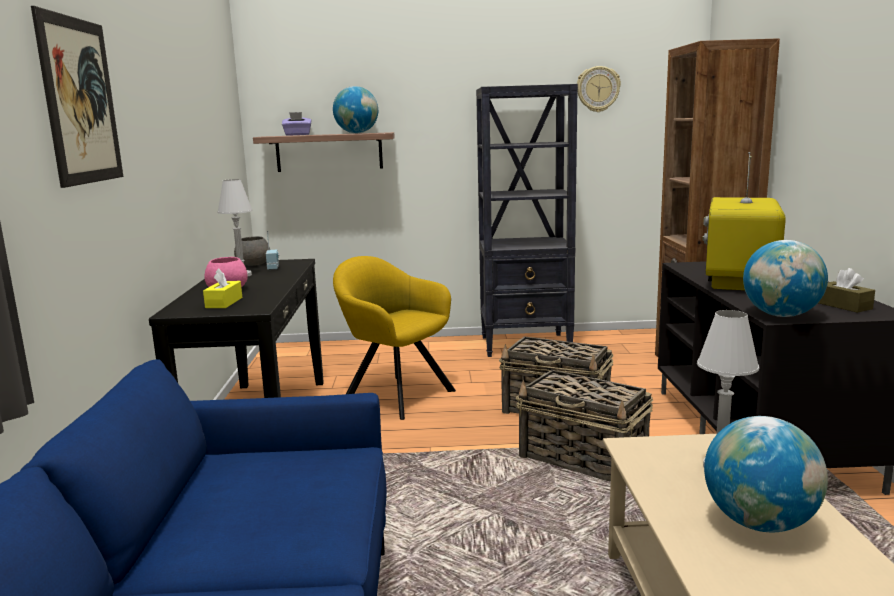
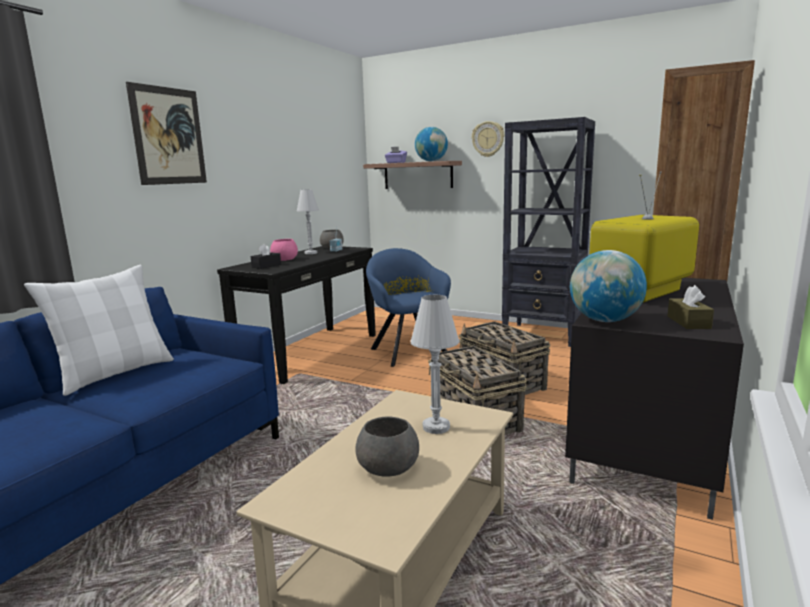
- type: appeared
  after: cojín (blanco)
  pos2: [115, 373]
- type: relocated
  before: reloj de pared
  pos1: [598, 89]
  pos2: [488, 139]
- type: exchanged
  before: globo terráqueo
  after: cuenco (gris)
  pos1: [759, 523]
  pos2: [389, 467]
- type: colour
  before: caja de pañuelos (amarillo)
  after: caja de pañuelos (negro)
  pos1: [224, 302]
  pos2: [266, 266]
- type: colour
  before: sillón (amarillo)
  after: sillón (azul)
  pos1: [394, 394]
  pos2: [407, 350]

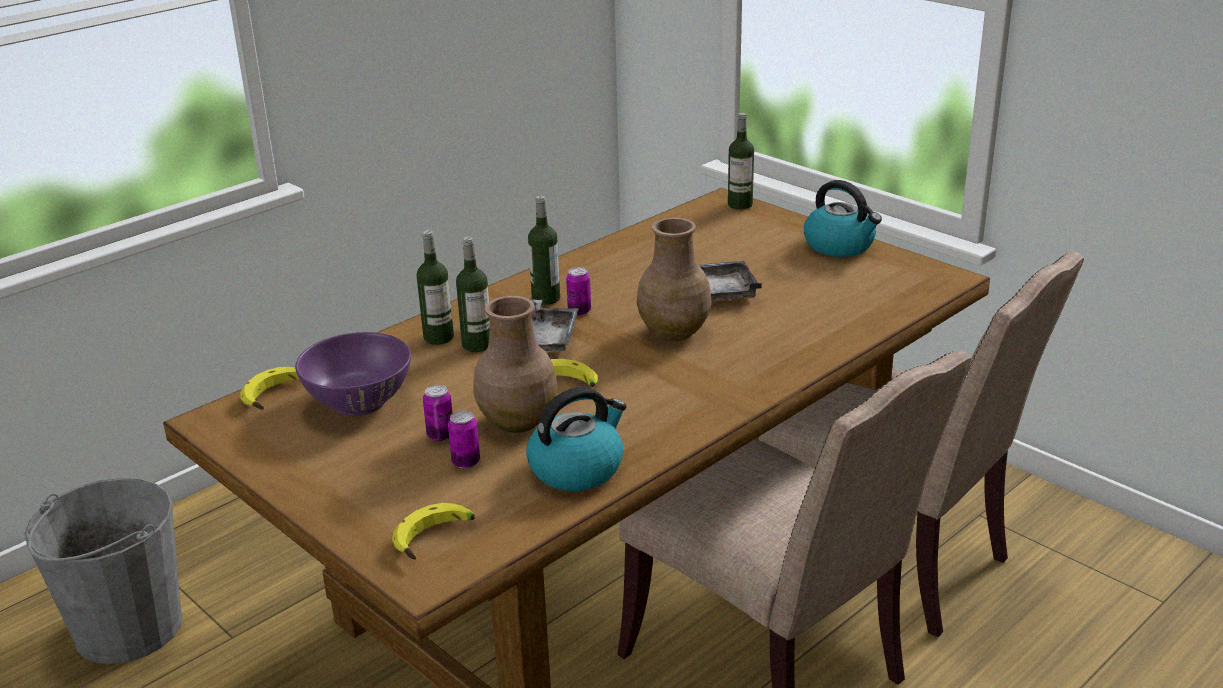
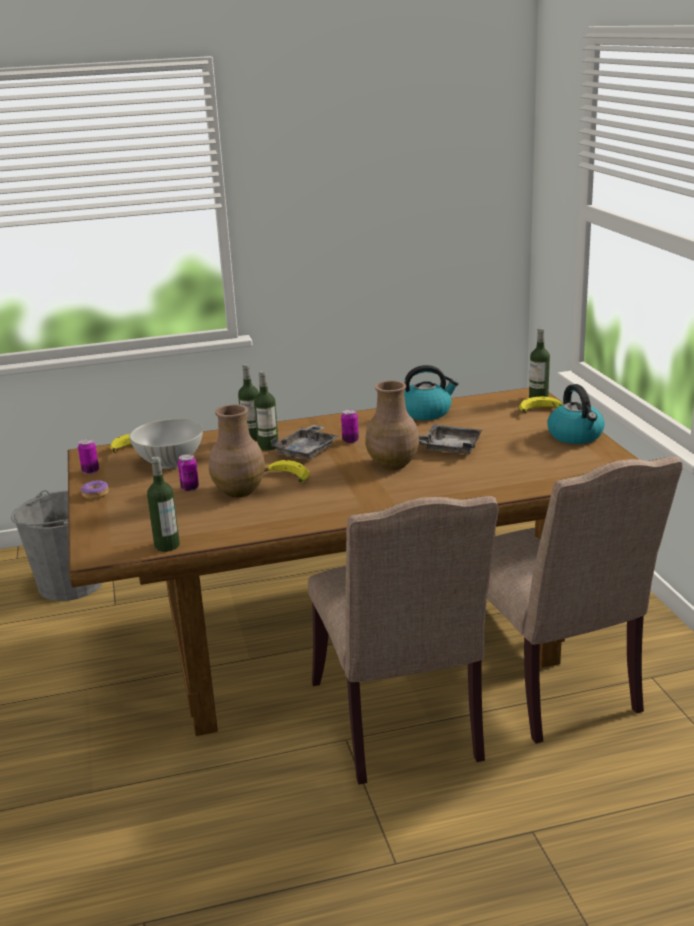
- type: appeared
  after: rosquilla
  pos2: [95, 494]
- type: relocated
  before: plátano
  pos1: [436, 539]
  pos2: [540, 412]
- type: relocated
  before: lata
  pos1: [466, 462]
  pos2: [90, 471]
- type: relocated
  before: hervidor
  pos1: [577, 468]
  pos2: [426, 412]
- type: relocated
  before: botella
  pos1: [546, 298]
  pos2: [167, 546]
- type: colour
  before: cuenco (morado)
  after: cuenco (blanco)
  pos1: [359, 402]
  pos2: [170, 462]

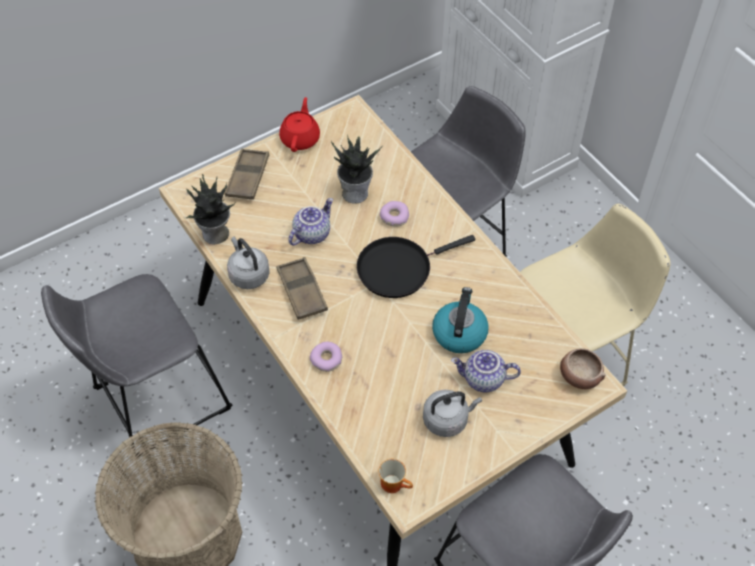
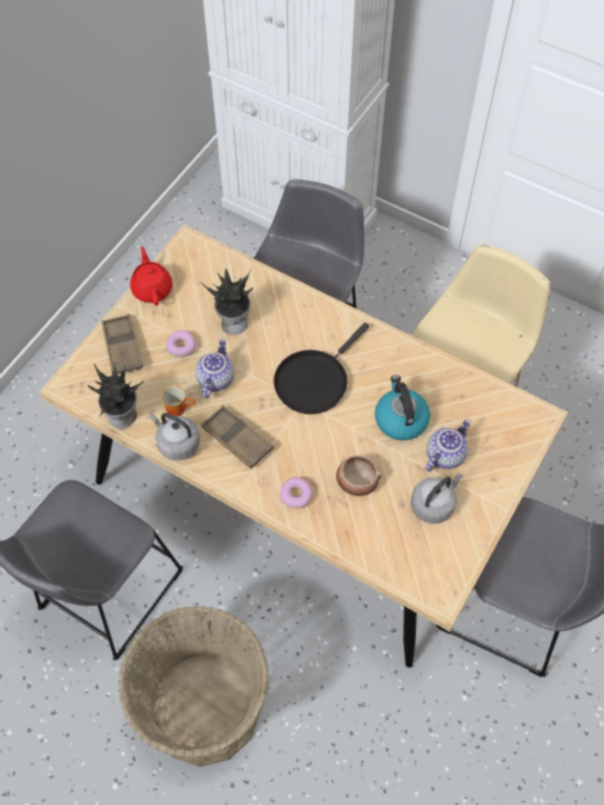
- type: relocated
  before: taza grande
  pos1: [394, 483]
  pos2: [178, 407]
- type: relocated
  before: rosquilla
  pos1: [394, 217]
  pos2: [181, 347]
- type: relocated
  before: cuenco
  pos1: [579, 376]
  pos2: [356, 482]
- type: spun
  before: tetera
  pos1: [483, 380]
  pos2: [444, 454]
  turn: 150

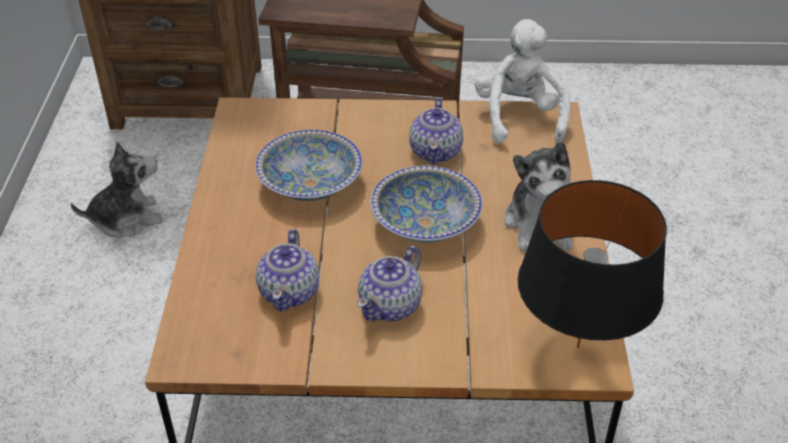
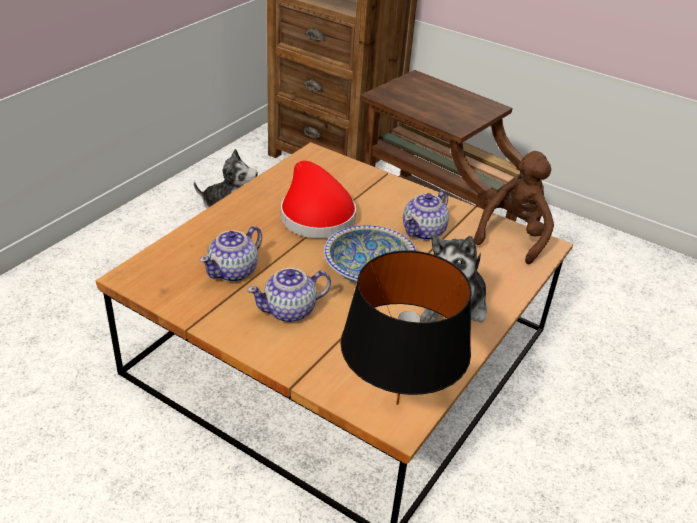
- type: exchanged
  before: cuenco
  after: sombrero (rojo)
  pos1: [310, 184]
  pos2: [315, 215]
- type: colour
  before: peluche (blanco)
  after: peluche (marrón)
  pos1: [519, 117]
  pos2: [513, 235]

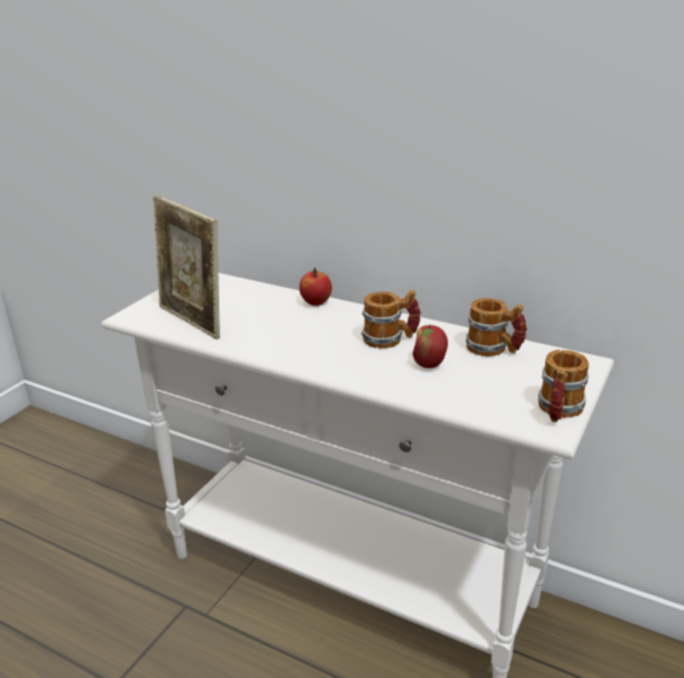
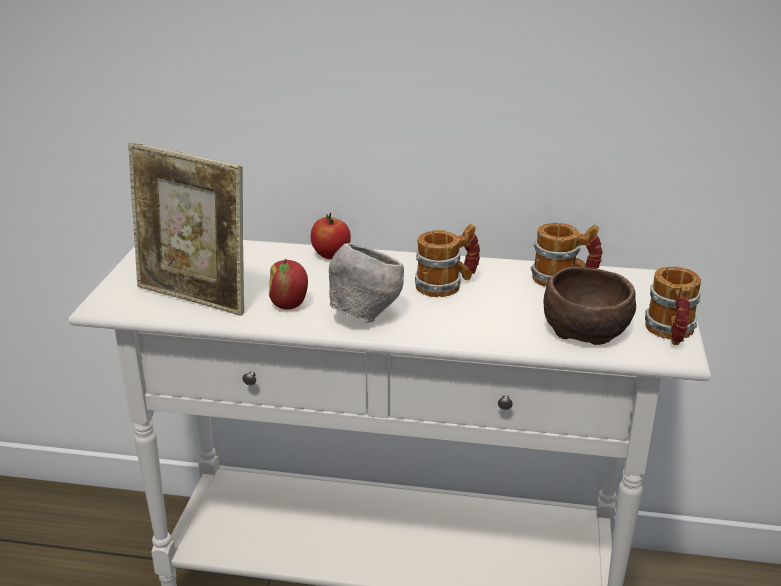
- type: appeared
  after: cuenco (gris)
  pos2: [364, 316]
- type: appeared
  after: cuenco (marrón)
  pos2: [588, 328]
- type: relocated
  before: manzana
  pos1: [429, 364]
  pos2: [289, 305]

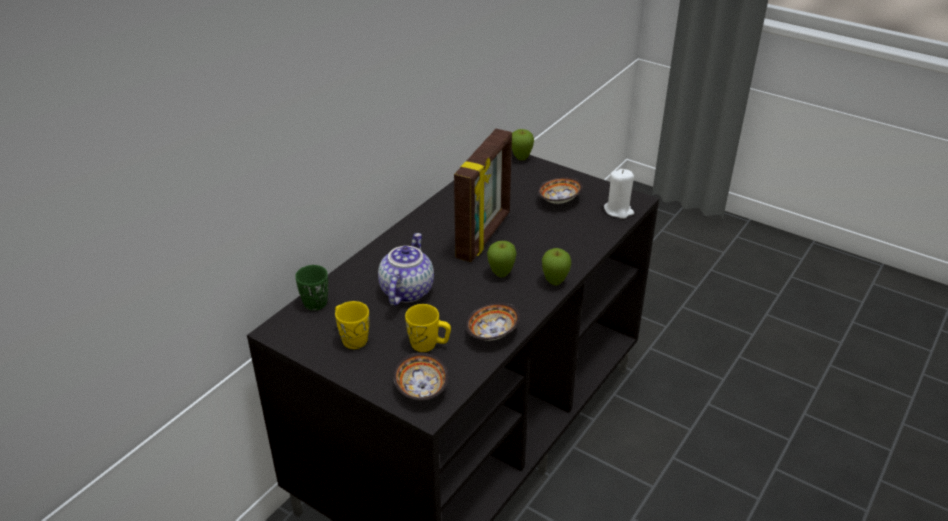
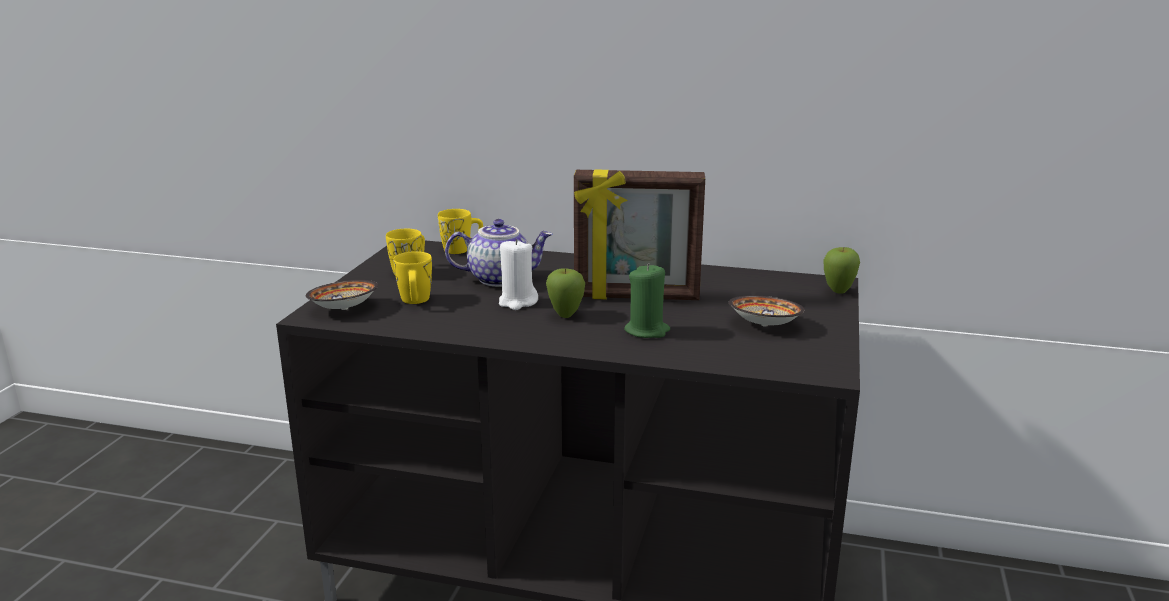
- type: missing
  before: cuenco
  pos1: [492, 333]
- type: missing
  before: manzana
  pos1: [554, 282]
- type: appeared
  after: vela (verde)
  pos2: [647, 331]
- type: relocated
  before: vela (blanco)
  pos1: [618, 211]
  pos2: [517, 302]
- type: colour
  before: taza grande (verde)
  after: taza grande (amarillo)
  pos1: [317, 300]
  pos2: [462, 250]

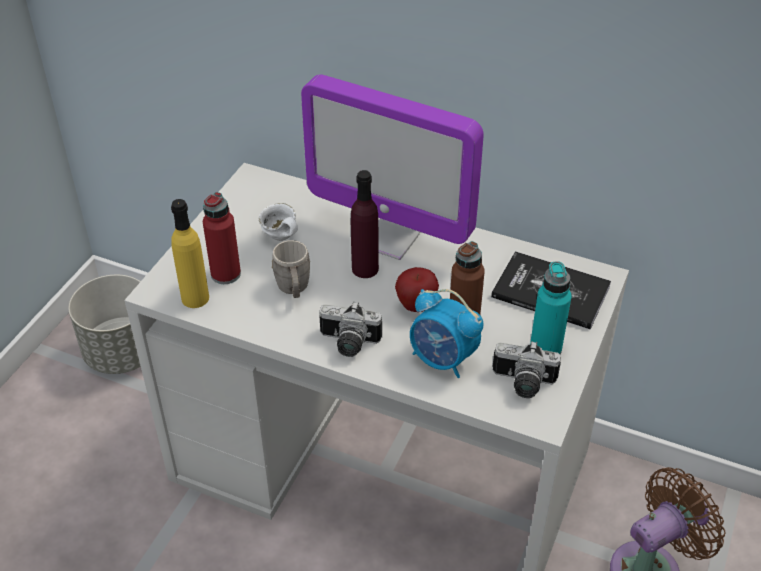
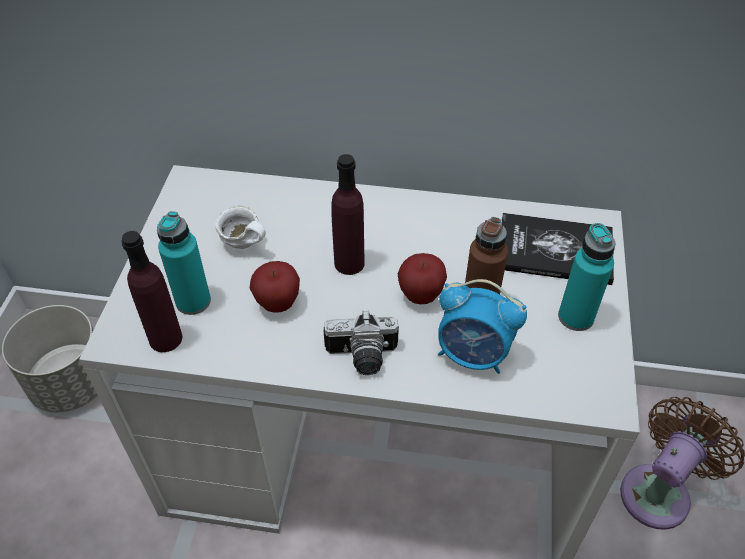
- type: missing
  before: monitor
  pos1: [391, 238]
- type: missing
  before: cámara
  pos1: [522, 384]
- type: exchanged
  before: taza grande (gris)
  after: manzana
  pos1: [294, 289]
  pos2: [278, 304]
- type: colour
  before: botella (amarillo)
  after: botella (morado)
  pos1: [195, 298]
  pos2: [165, 338]
- type: colour
  before: botella (rojo)
  after: botella (turquesa)
  pos1: [226, 274]
  pos2: [193, 301]

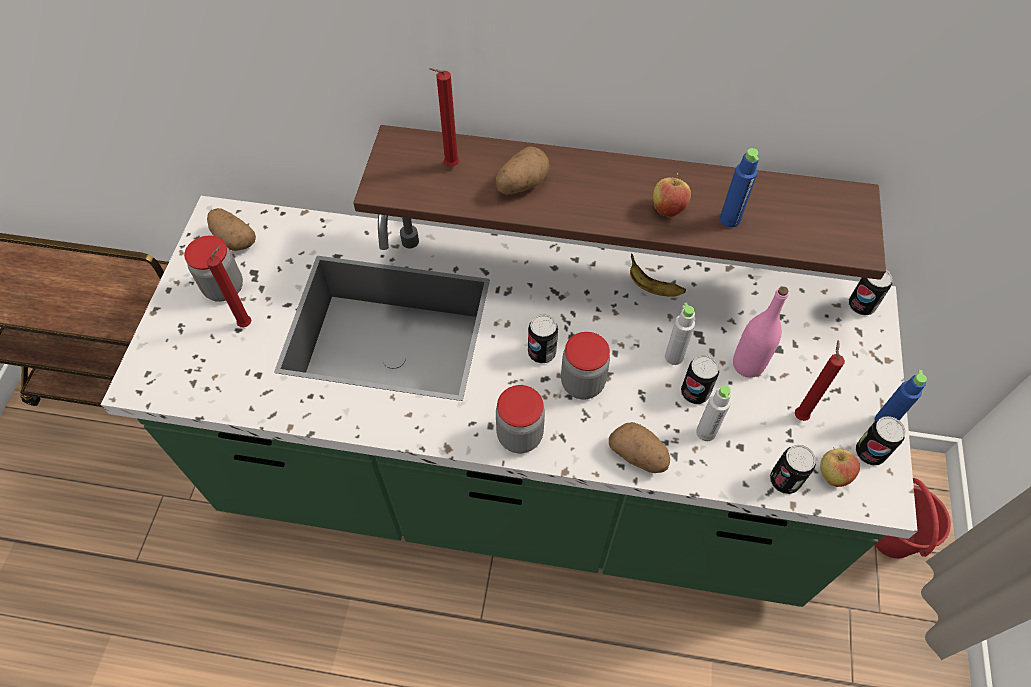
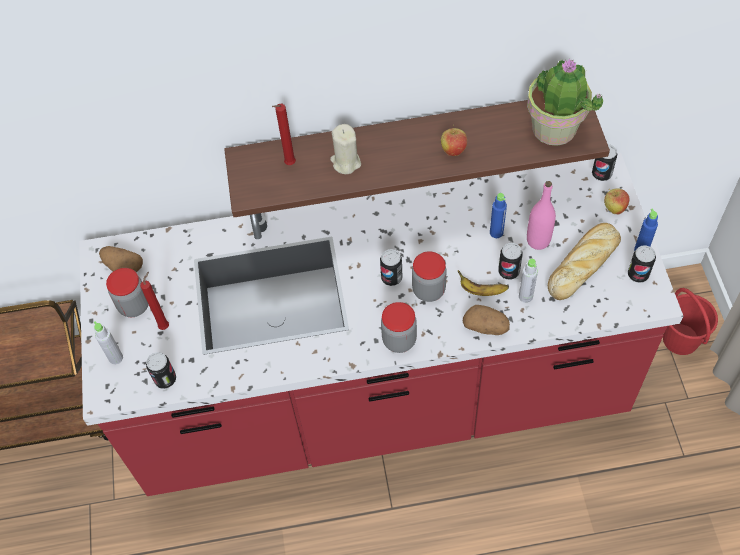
- type: appeared
  after: planta en maceta
  pos2: [554, 129]
- type: relocated
  before: plátano
  pos1: [652, 288]
  pos2: [481, 291]
- type: relocated
  before: botella (gris)
  pos1: [674, 357]
  pos2: [116, 358]
- type: relocated
  before: botella (azul)
  pos1: [729, 219]
  pos2: [496, 232]
- type: relocated
  before: lata
  pos1: [784, 480]
  pos2: [165, 379]
- type: relocated
  before: manzana
  pos1: [832, 475]
  pos2: [614, 208]
- type: exchanged
  before: patata
  after: vela (beis)
  pos1: [521, 184]
  pos2: [346, 162]
- type: exchanged
  before: vela (rojo)
  after: pan
  pos1: [800, 414]
  pos2: [584, 263]
- type: colour
  before: mueble bajo de cocina (verde)
  after: mueble bajo de cocina (rojo)
  pos1: [515, 486]
  pos2: [380, 398]

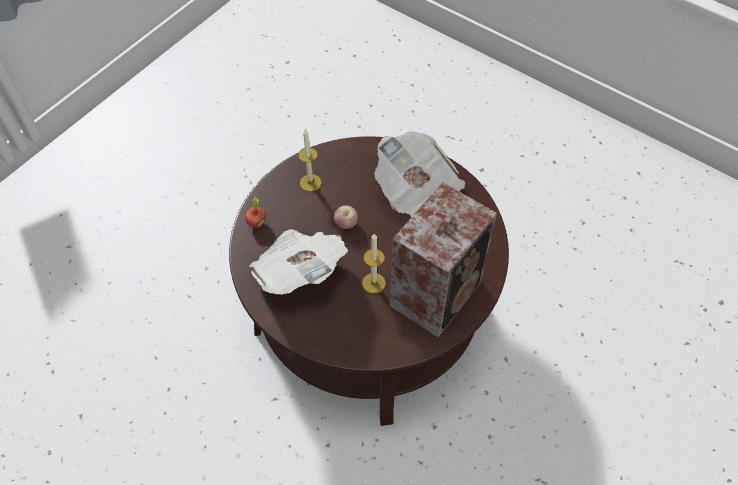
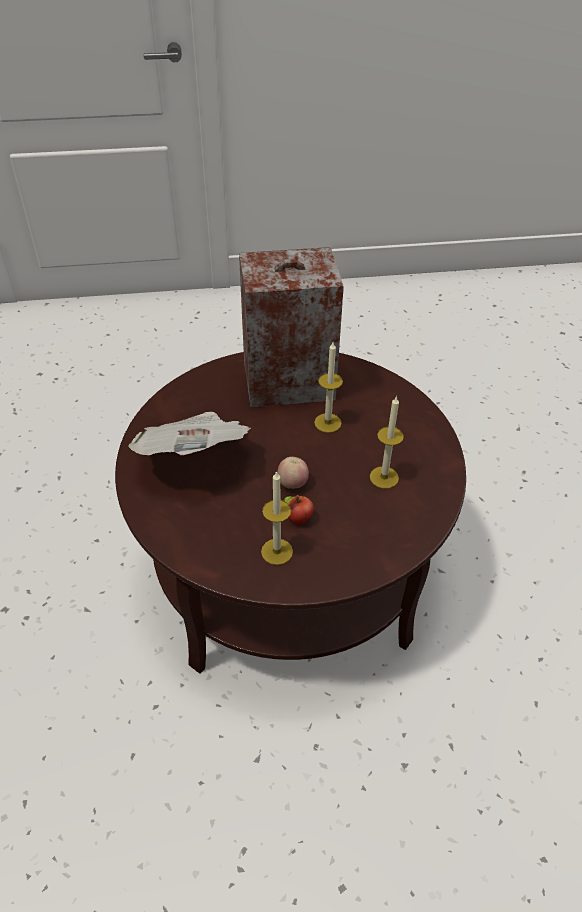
- type: relocated
  before: manzana
  pos1: [256, 223]
  pos2: [297, 520]
- type: exchanged
  before: periódico
  after: vela
  pos1: [299, 271]
  pos2: [384, 477]

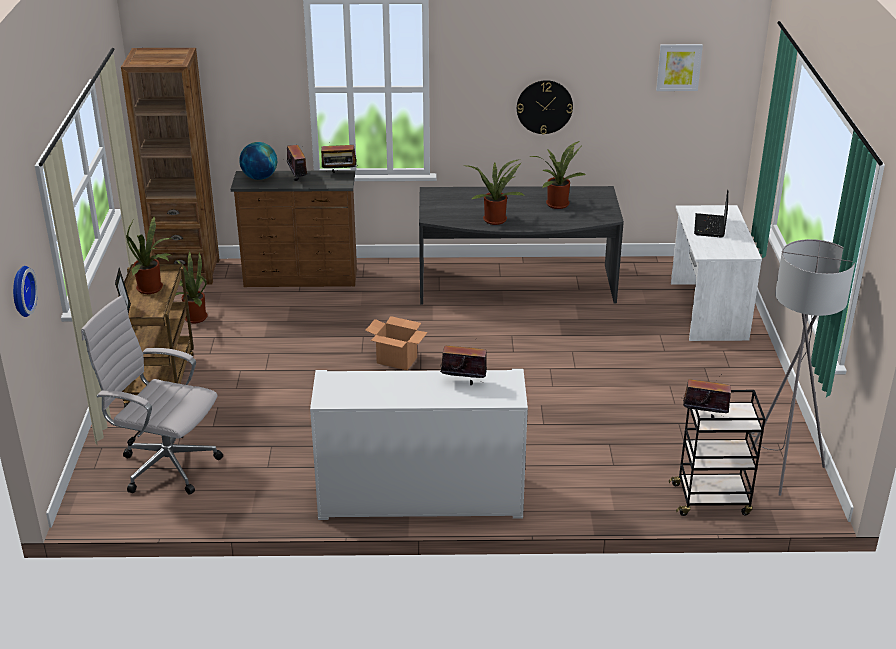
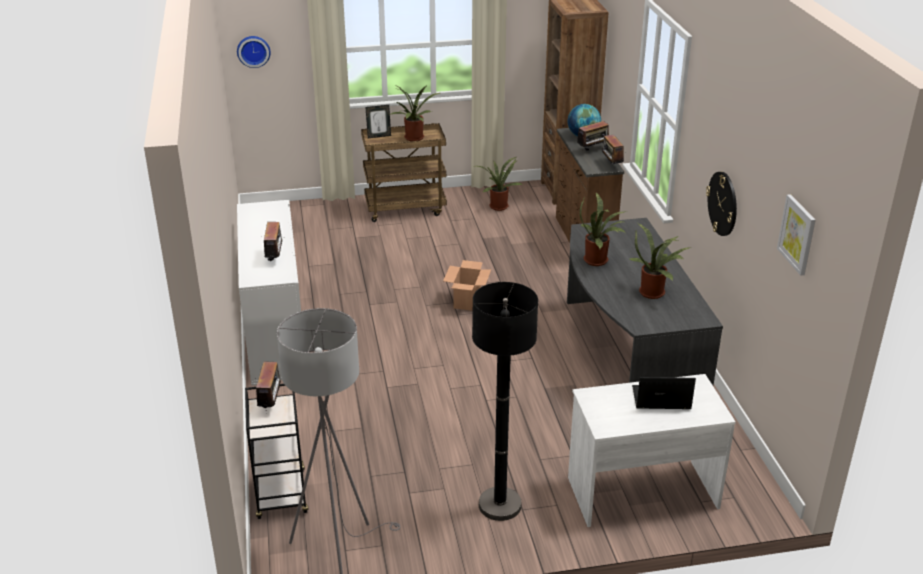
- type: missing
  before: silla de oficina (blanco)
  pos1: [165, 465]
- type: appeared
  after: lámpara de pie (negro)
  pos2: [500, 505]

